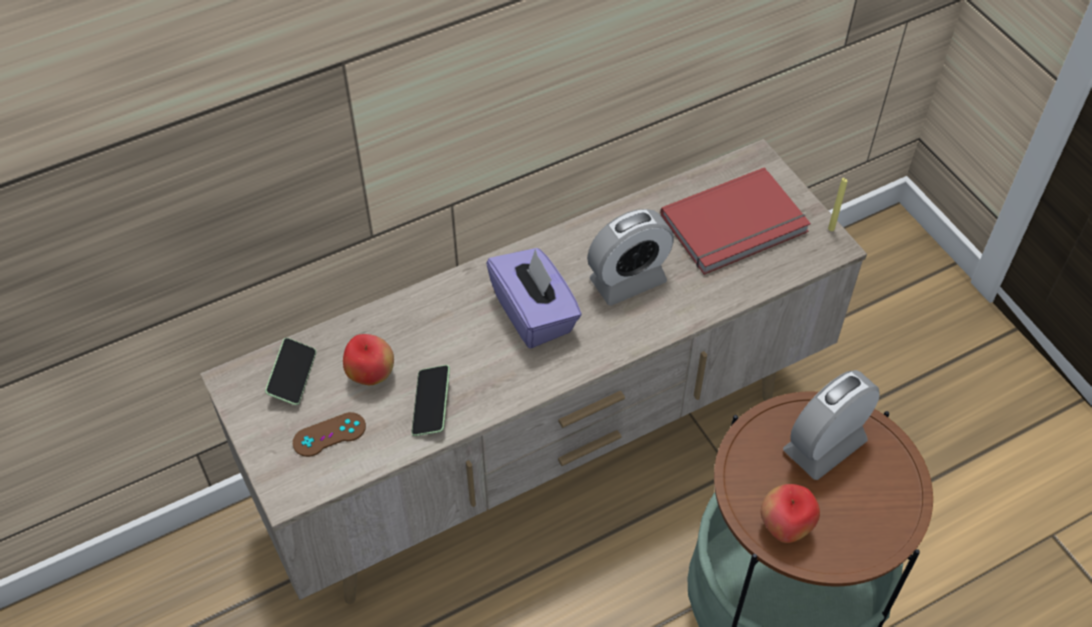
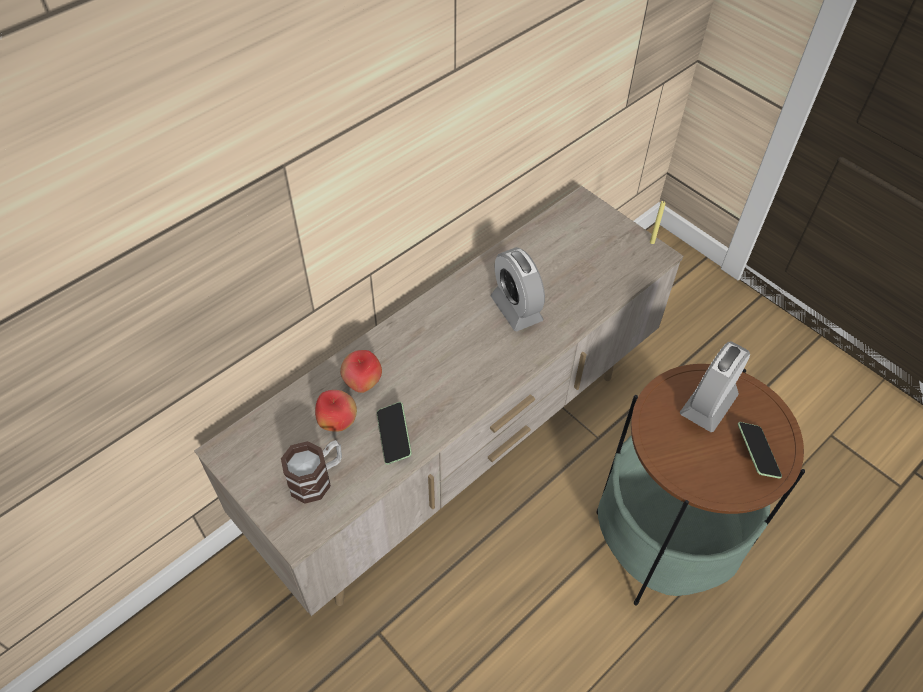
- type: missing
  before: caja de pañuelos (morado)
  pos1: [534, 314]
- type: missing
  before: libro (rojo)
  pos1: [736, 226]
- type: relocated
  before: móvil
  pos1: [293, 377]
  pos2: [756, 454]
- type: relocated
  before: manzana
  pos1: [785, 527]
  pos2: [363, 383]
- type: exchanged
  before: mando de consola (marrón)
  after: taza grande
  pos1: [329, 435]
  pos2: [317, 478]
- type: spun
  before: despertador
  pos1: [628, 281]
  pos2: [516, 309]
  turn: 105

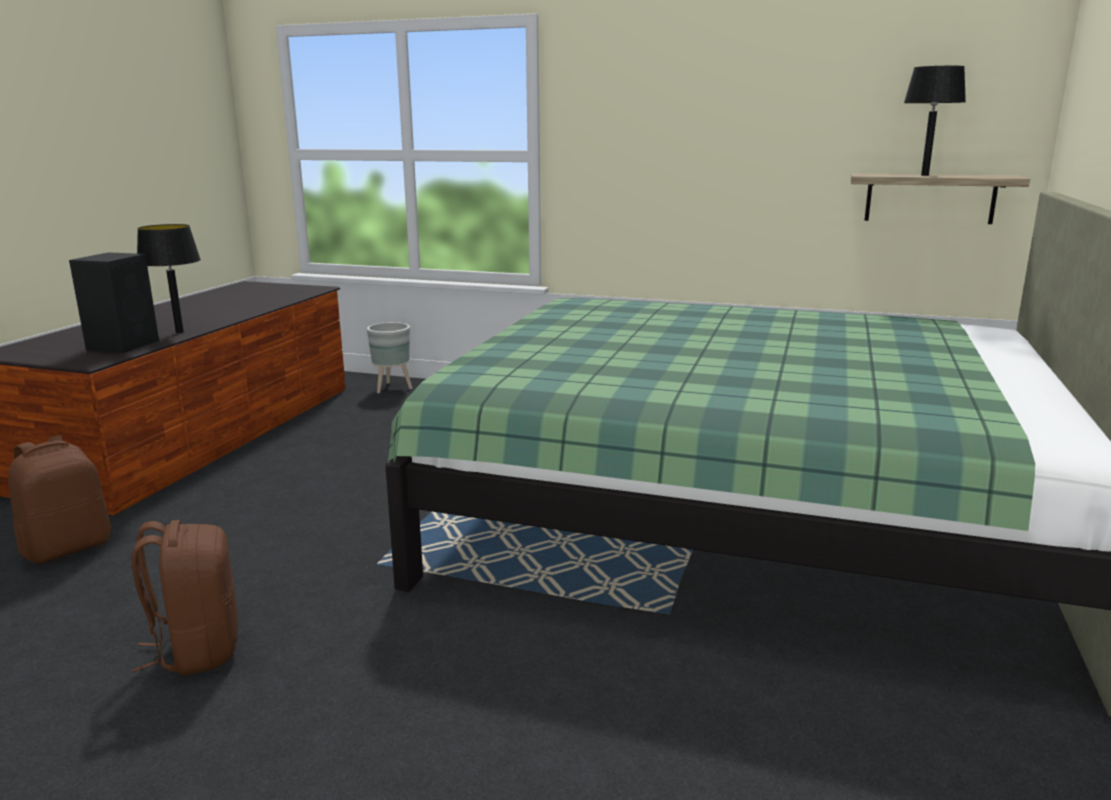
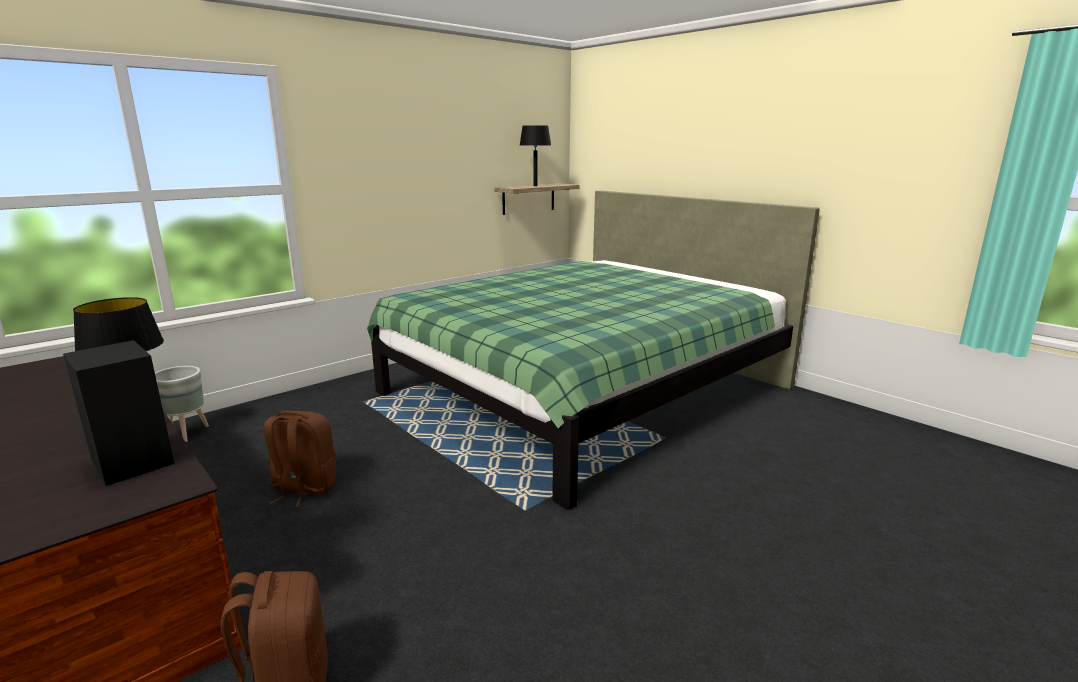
- type: relocated
  before: mochila (marrón)
  pos1: [197, 650]
  pos2: [303, 488]

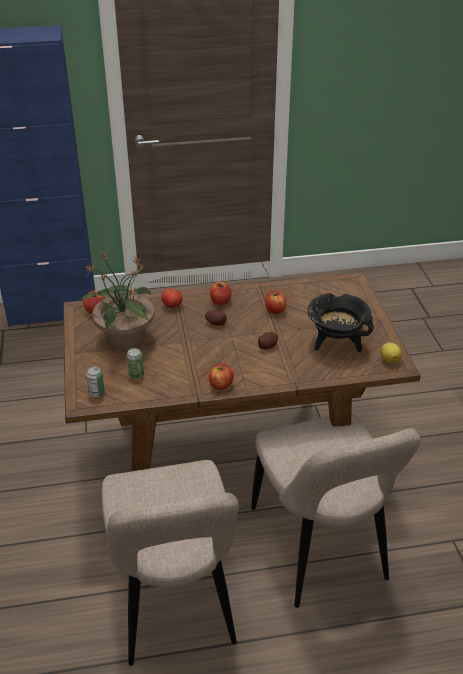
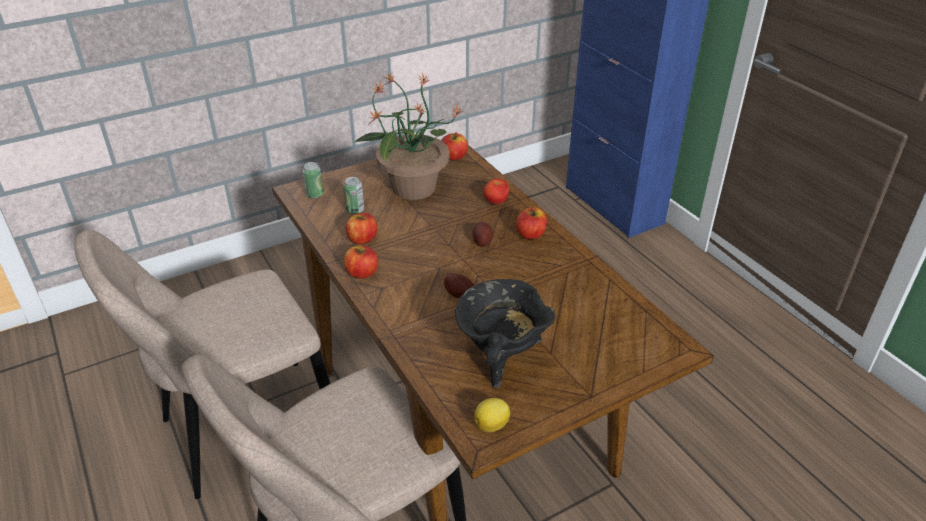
- type: relocated
  before: manzana
  pos1: [275, 310]
  pos2: [362, 239]

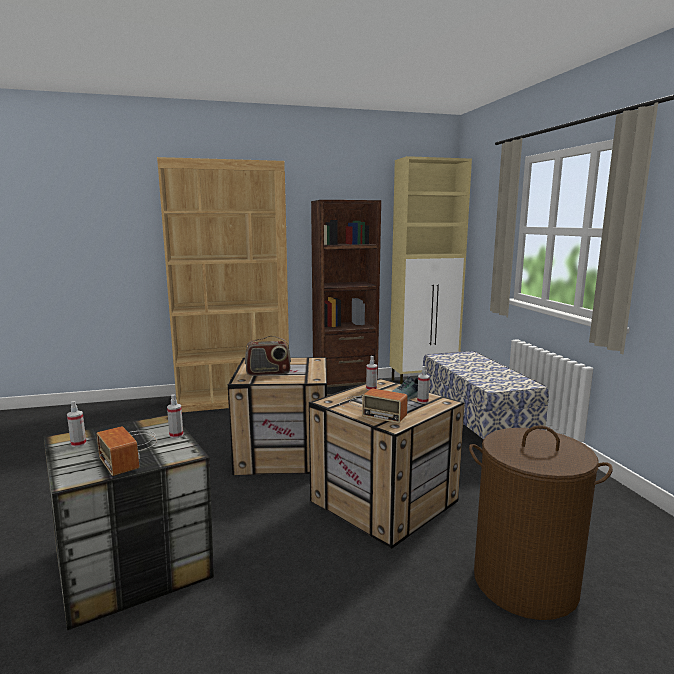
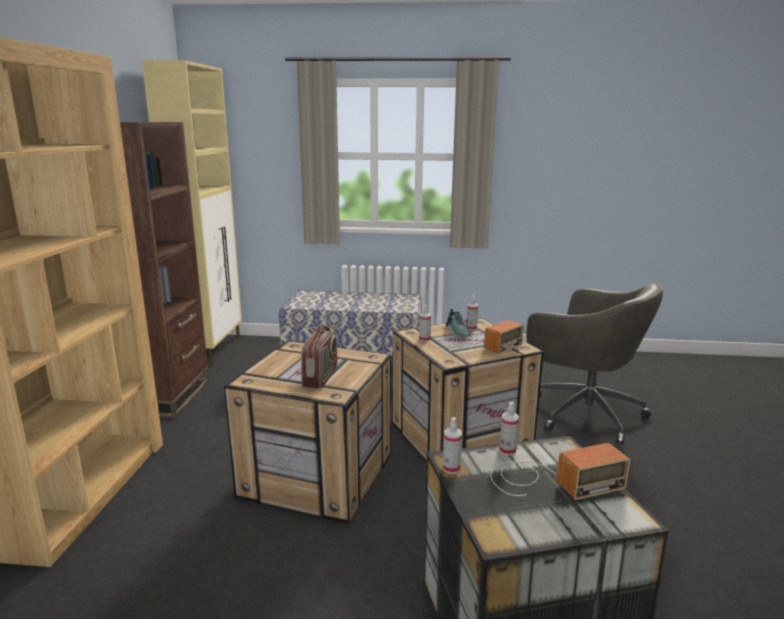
- type: relocated
  before: pulverizador
  pos1: [78, 444]
  pos2: [451, 468]
- type: exchanged
  before: cesto de la ropa (marrón)
  after: silla de oficina (gris)
  pos1: [524, 583]
  pos2: [583, 412]

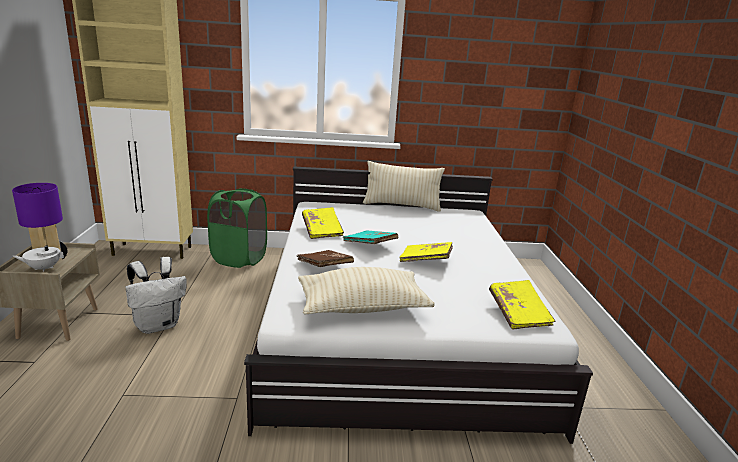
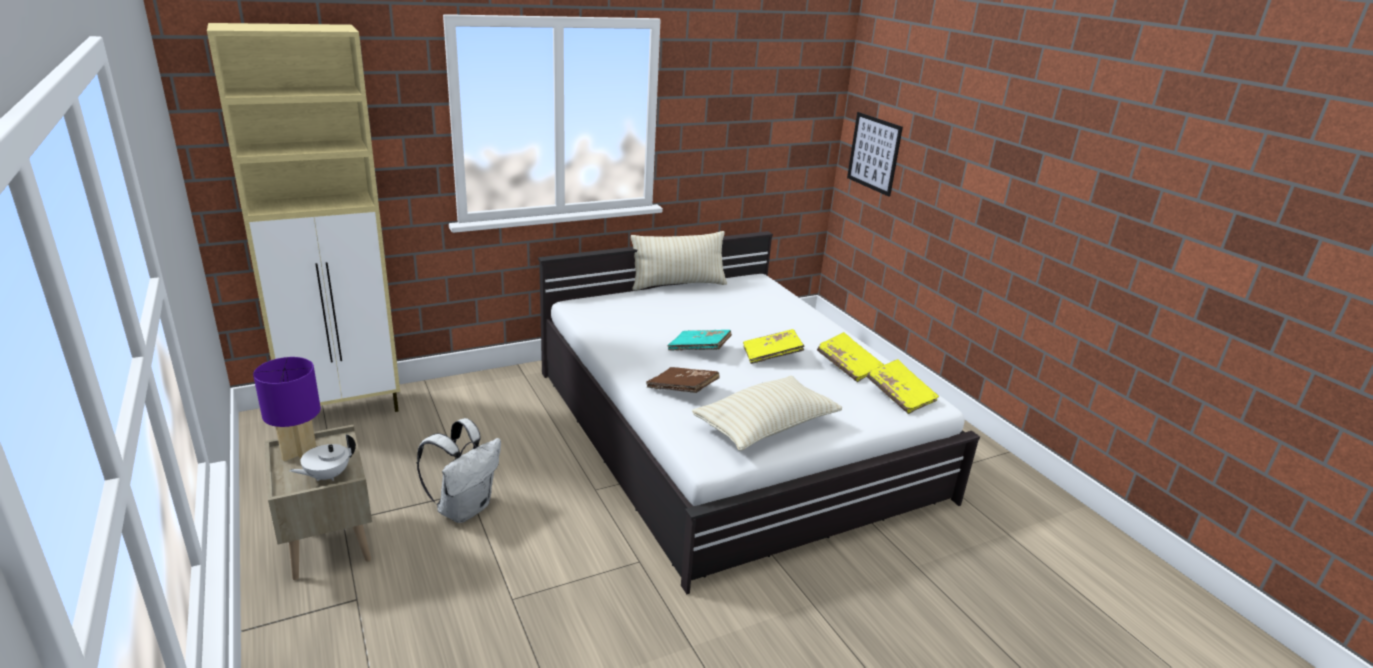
- type: missing
  before: cesto de la ropa (verde)
  pos1: [239, 258]
- type: appeared
  after: cuadro
  pos2: [874, 153]
- type: relocated
  before: libro (amarillo)
  pos1: [322, 230]
  pos2: [848, 366]

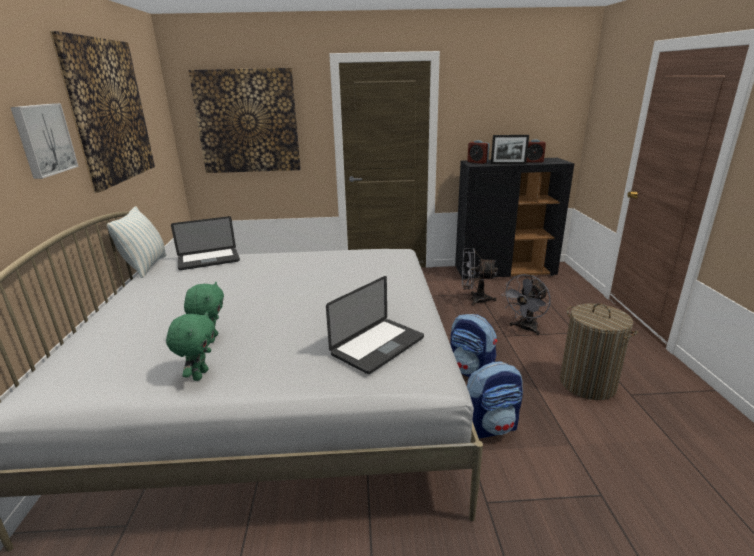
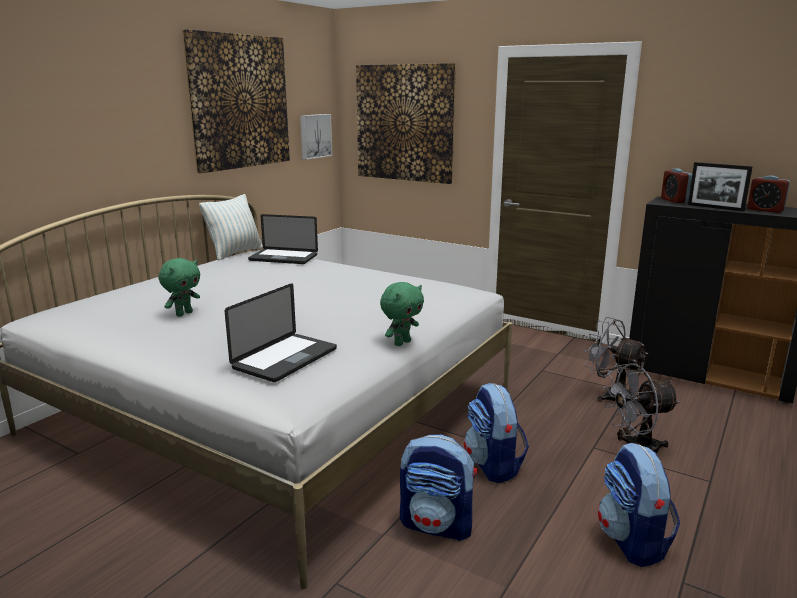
- type: relocated
  before: cuadro
  pos1: [43, 139]
  pos2: [314, 136]
- type: relocated
  before: peluche (verde)
  pos1: [199, 375]
  pos2: [402, 343]
- type: exchanged
  before: cesto de la ropa
  after: mochila
  pos1: [587, 384]
  pos2: [633, 542]
- type: spun
  before: portátil
  pos1: [378, 346]
  pos2: [285, 359]
  turn: -45

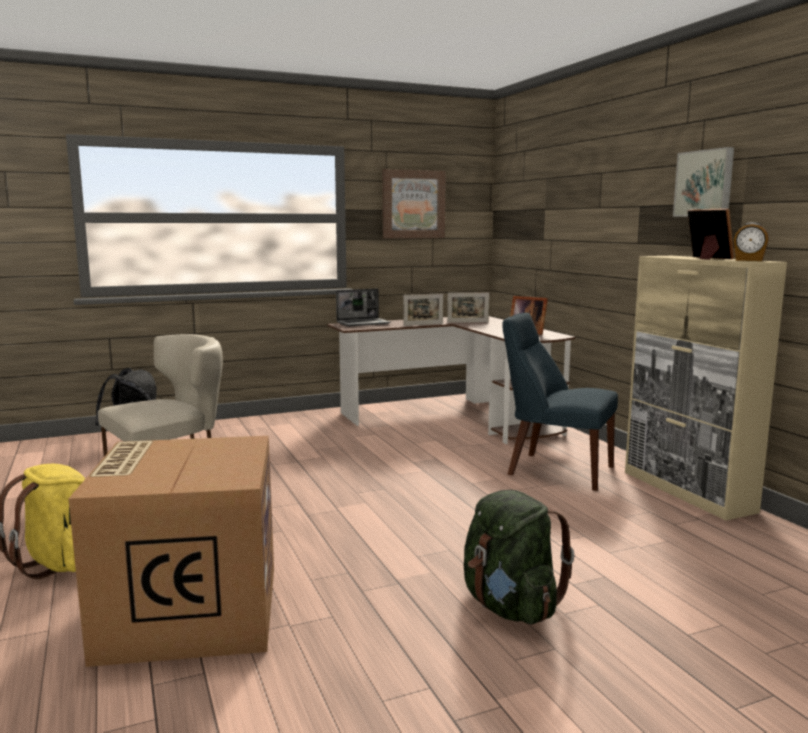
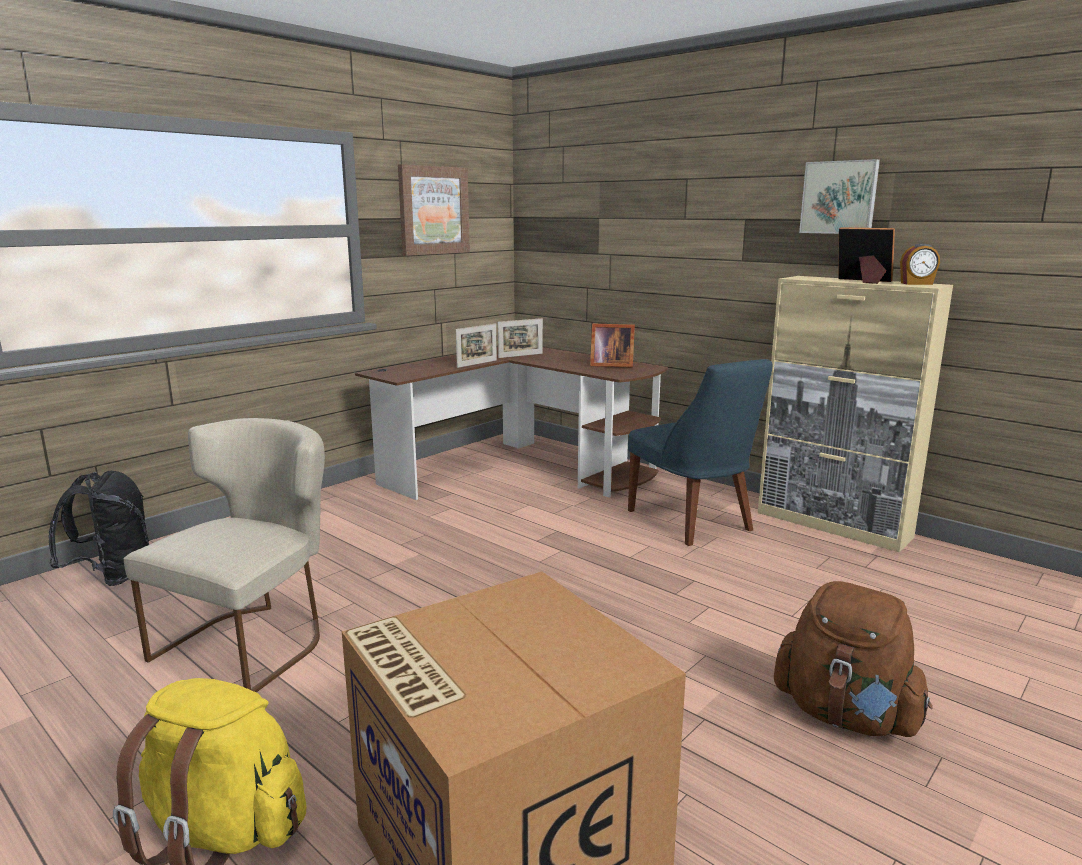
- type: missing
  before: portátil
  pos1: [363, 323]
- type: colour
  before: mochila (verde)
  after: mochila (marrón)
  pos1: [510, 607]
  pos2: [845, 715]
- type: spun
  before: silla (azul)
  pos1: [555, 470]
  pos2: [693, 522]
  turn: -120

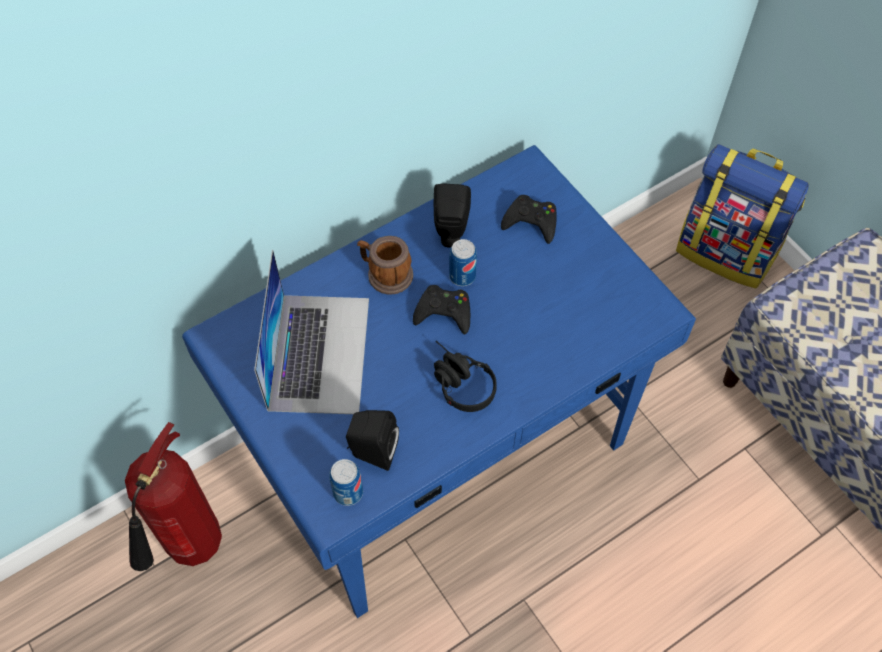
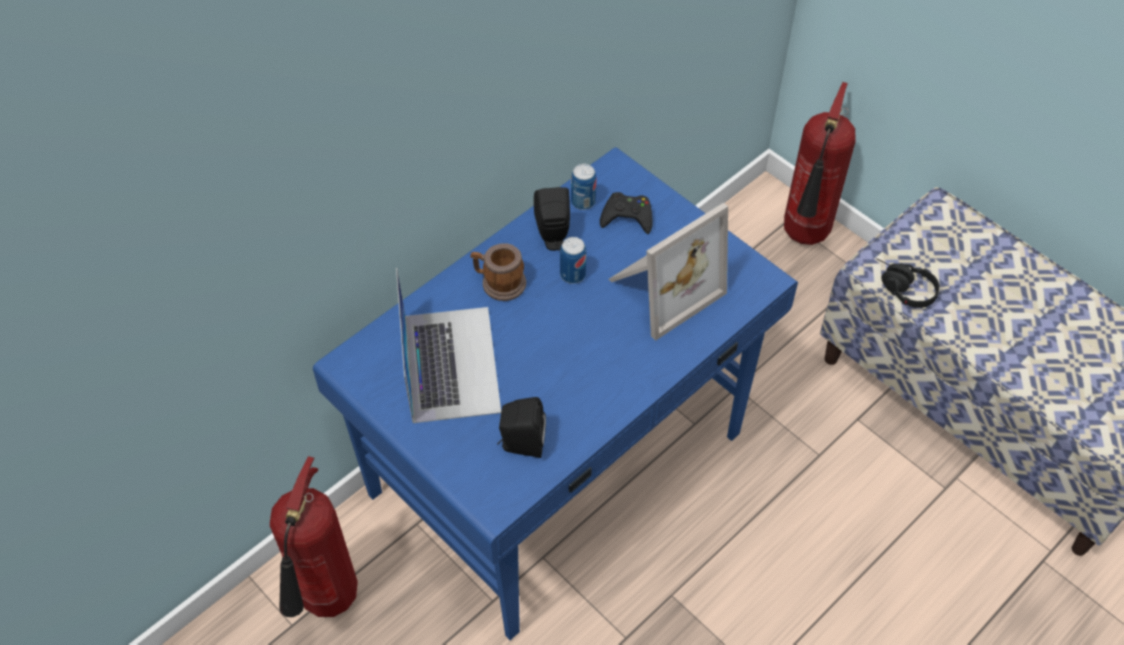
- type: missing
  before: mando de consola (negro)
  pos1: [444, 312]
- type: appeared
  after: portarretratos
  pos2: [661, 287]
- type: relocated
  before: lata
  pos1: [348, 492]
  pos2: [583, 201]
- type: relocated
  before: auriculares (negro)
  pos1: [457, 382]
  pos2: [901, 288]
- type: exchanged
  before: mochila
  after: extintor
  pos1: [726, 252]
  pos2: [804, 237]

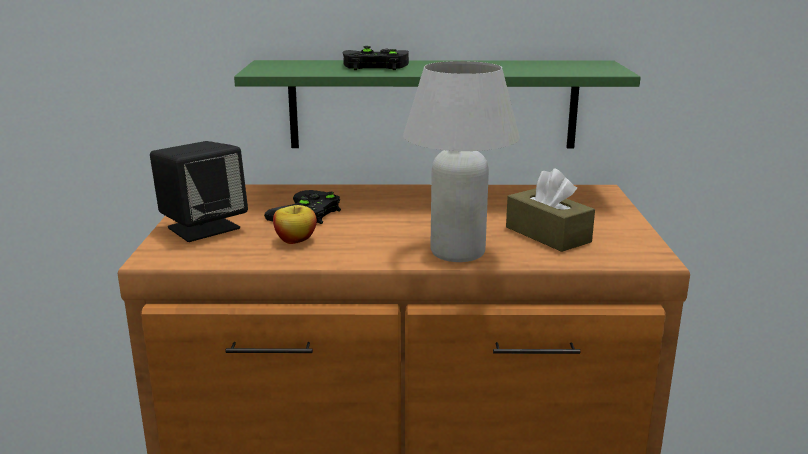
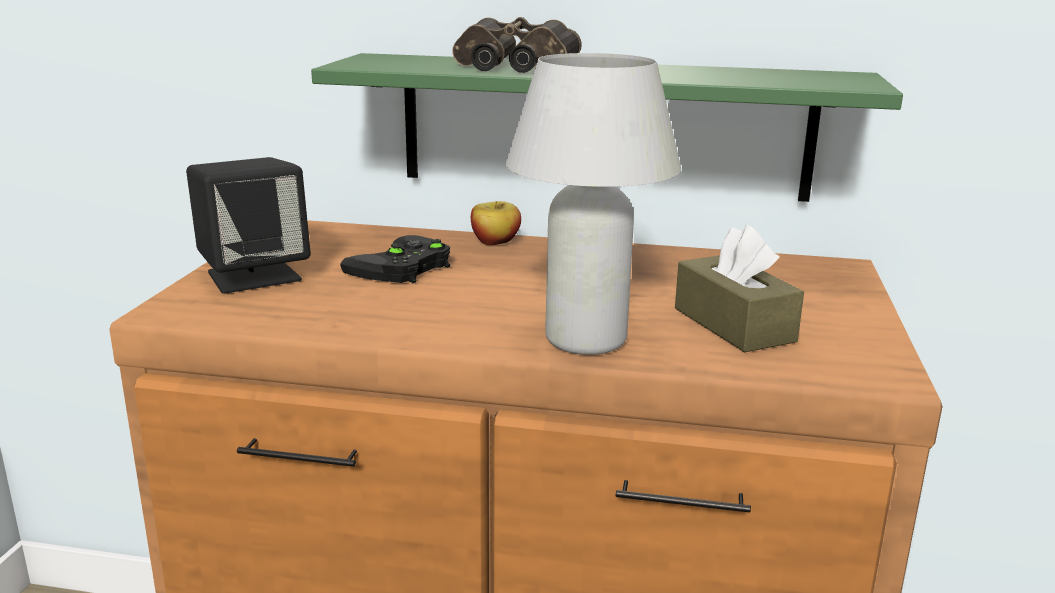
- type: relocated
  before: manzana
  pos1: [295, 240]
  pos2: [495, 242]
- type: exchanged
  before: mando de consola (negro)
  after: prismáticos
  pos1: [373, 66]
  pos2: [512, 65]

